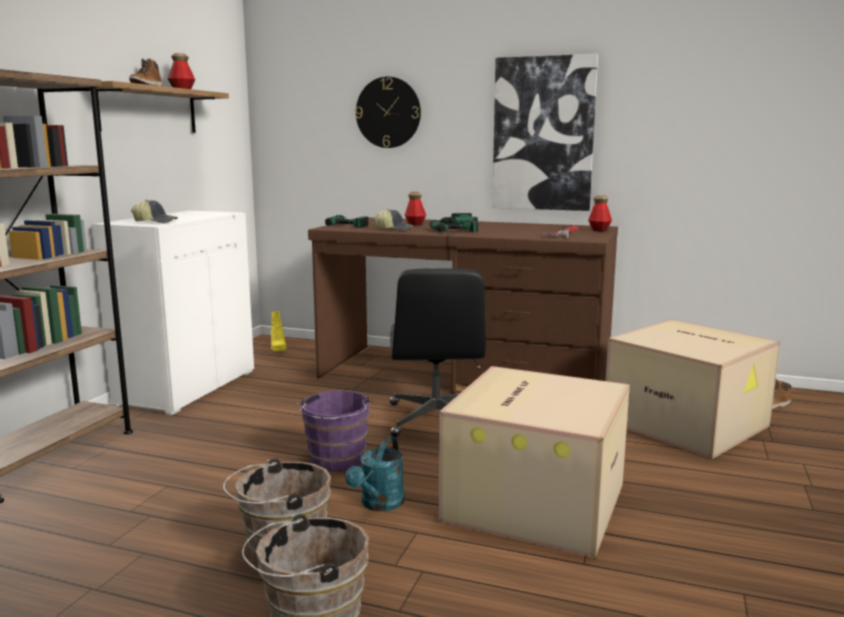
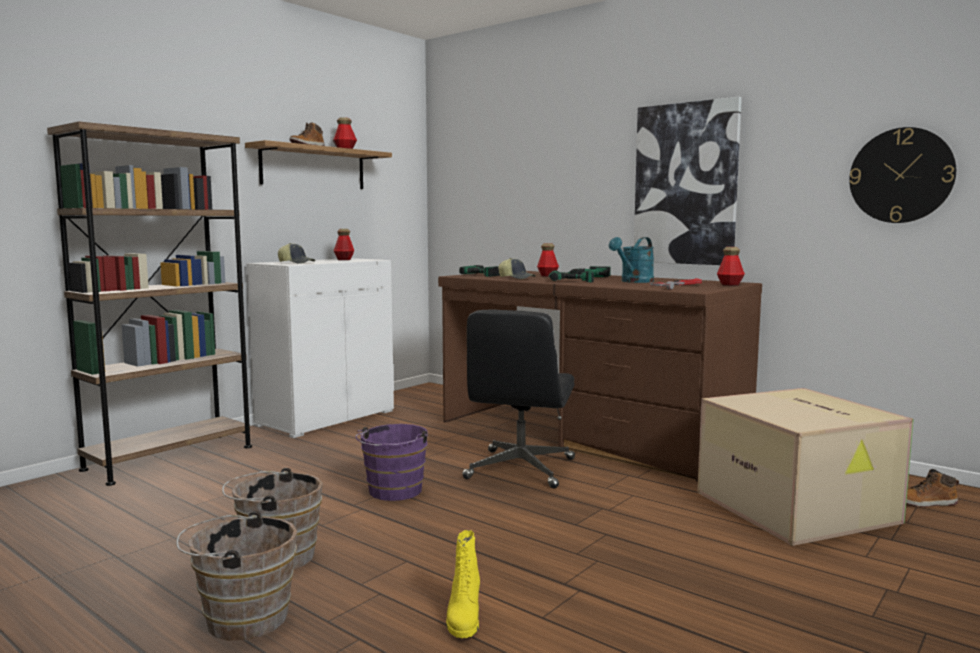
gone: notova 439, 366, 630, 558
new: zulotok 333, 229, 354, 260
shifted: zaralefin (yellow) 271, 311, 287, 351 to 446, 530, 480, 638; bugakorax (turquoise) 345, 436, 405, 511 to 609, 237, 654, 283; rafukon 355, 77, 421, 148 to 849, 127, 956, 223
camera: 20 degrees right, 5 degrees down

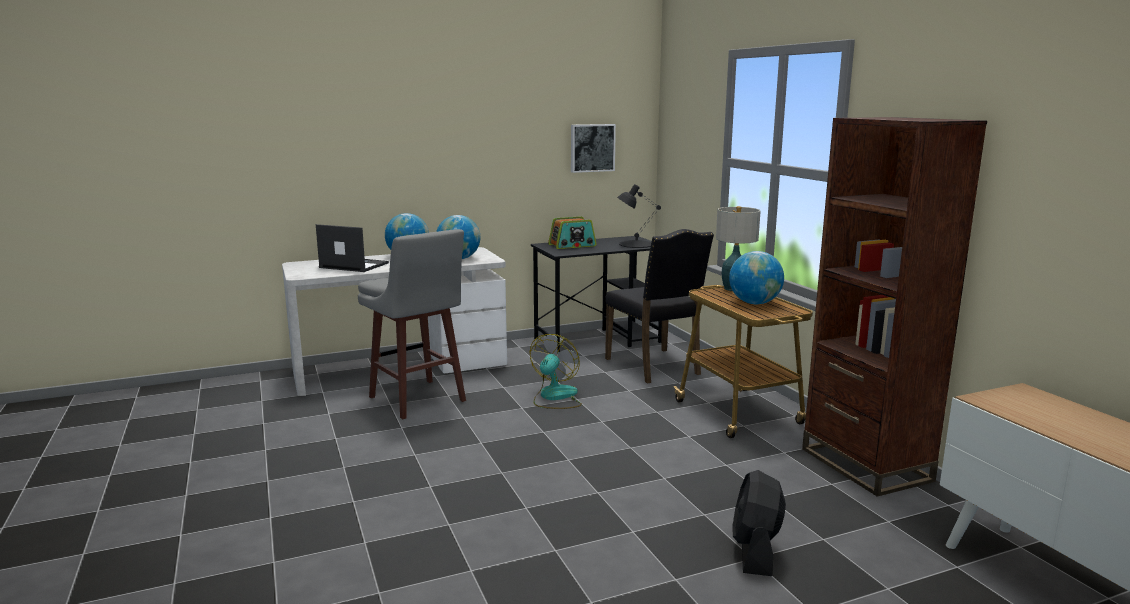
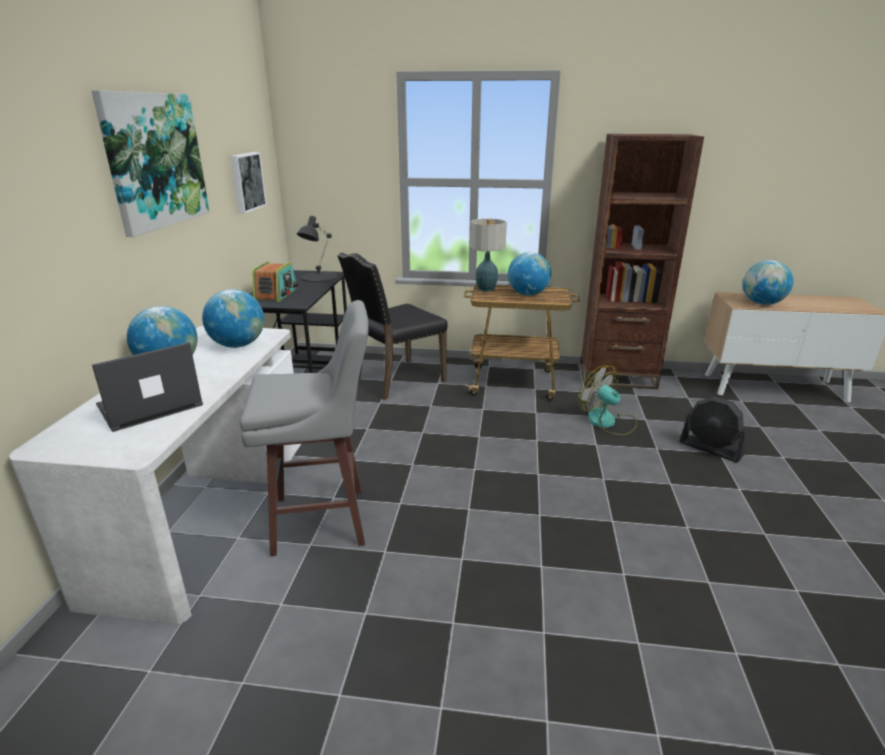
new: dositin 92, 90, 210, 237; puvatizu 743, 260, 793, 305
shifted: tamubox 529, 334, 582, 409 to 578, 365, 637, 435
rotated: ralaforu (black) 605, 229, 714, 384 = 337, 253, 448, 400 135 degrees clockwise
camera: 60 degrees left, 10 degrees up

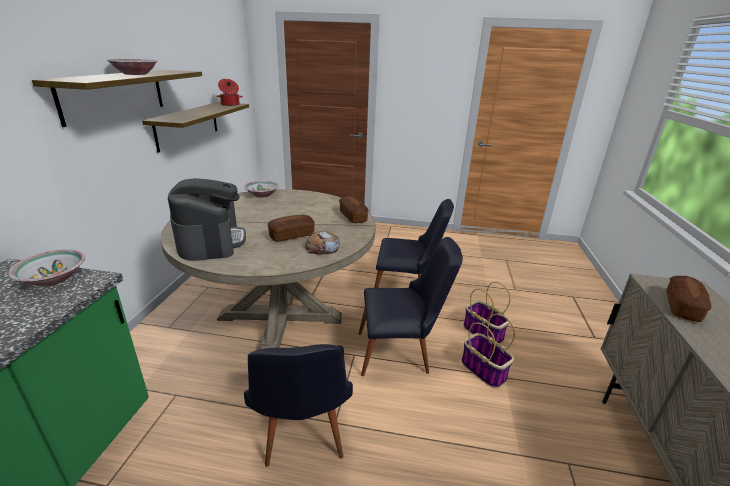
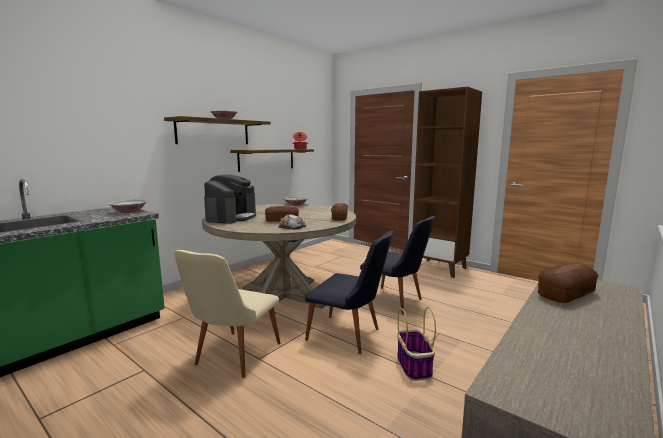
gone: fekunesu 463, 282, 511, 344
new: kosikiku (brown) 412, 87, 482, 278
repainted: ralaforu (black) 244, 344, 353, 467 to ralaforu (beige) 174, 250, 281, 378
camera: 30 degrees right, 15 degrees down

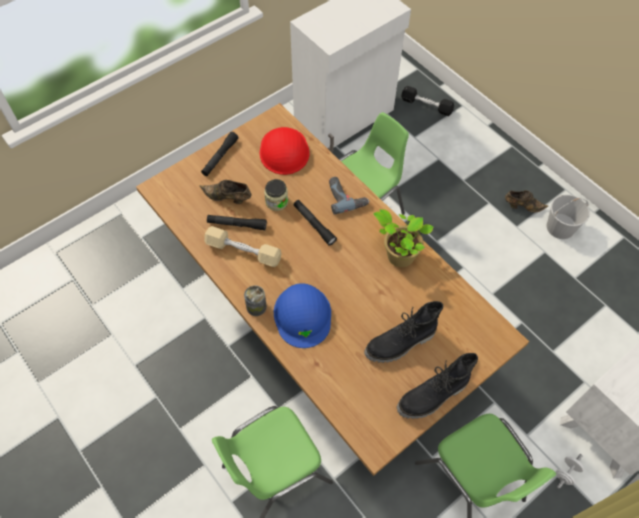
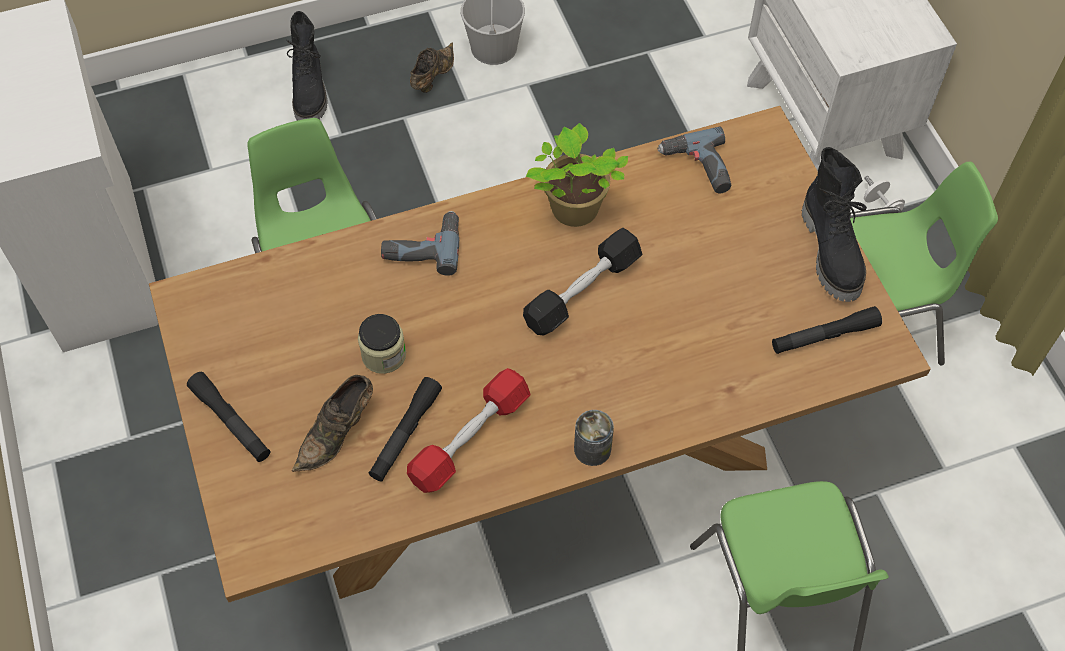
gone: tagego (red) 260, 127, 310, 175; tagego (blue) 274, 283, 331, 348
new: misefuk 658, 127, 731, 193
shifted: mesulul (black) 293, 200, 337, 246 to 772, 306, 882, 354; zaralefin (black) 364, 301, 443, 363 to 286, 11, 328, 121; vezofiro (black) 401, 86, 454, 116 to 523, 228, 642, 335
repainted: vezofiro (beige) 204, 226, 282, 267 to vezofiro (red) 407, 368, 530, 493
camera: 70 degrees left, 0 degrees up

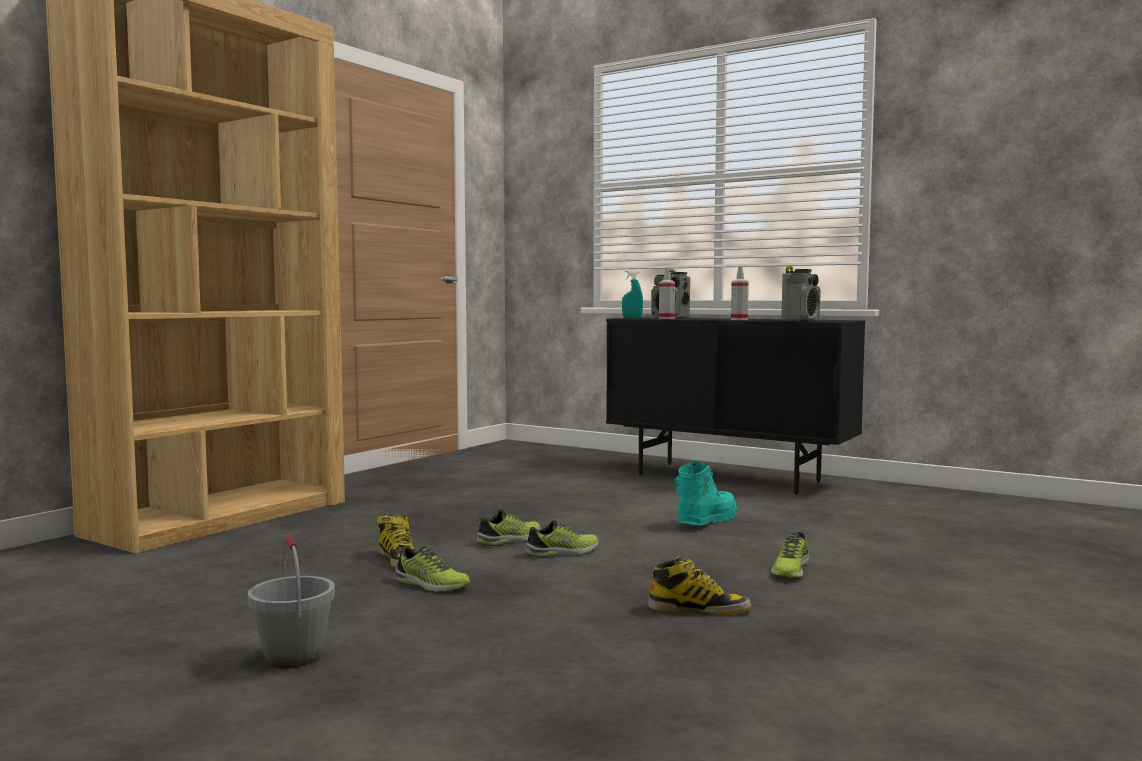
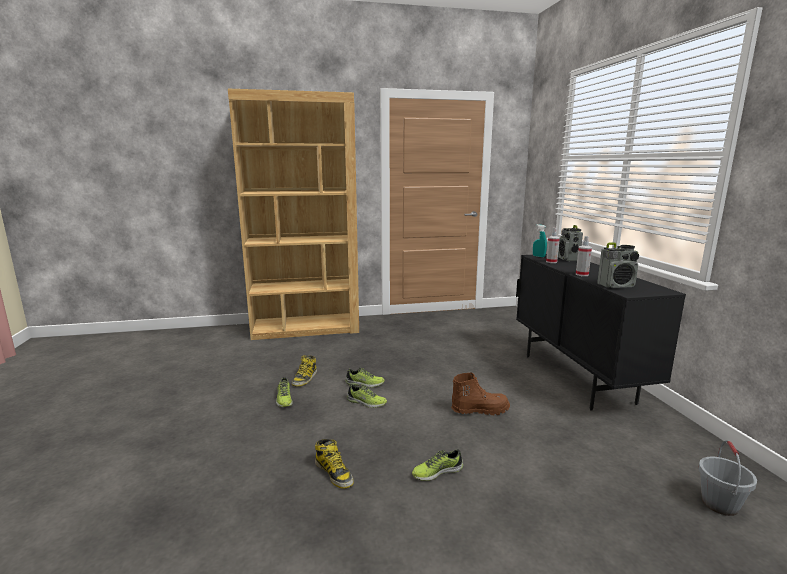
shifted: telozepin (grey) 248, 535, 335, 668 to 698, 440, 757, 516
repainted: zaralefin (turquoise) 674, 461, 737, 525 to zaralefin (brown) 451, 372, 510, 415
camera: 45 degrees right, 10 degrees up

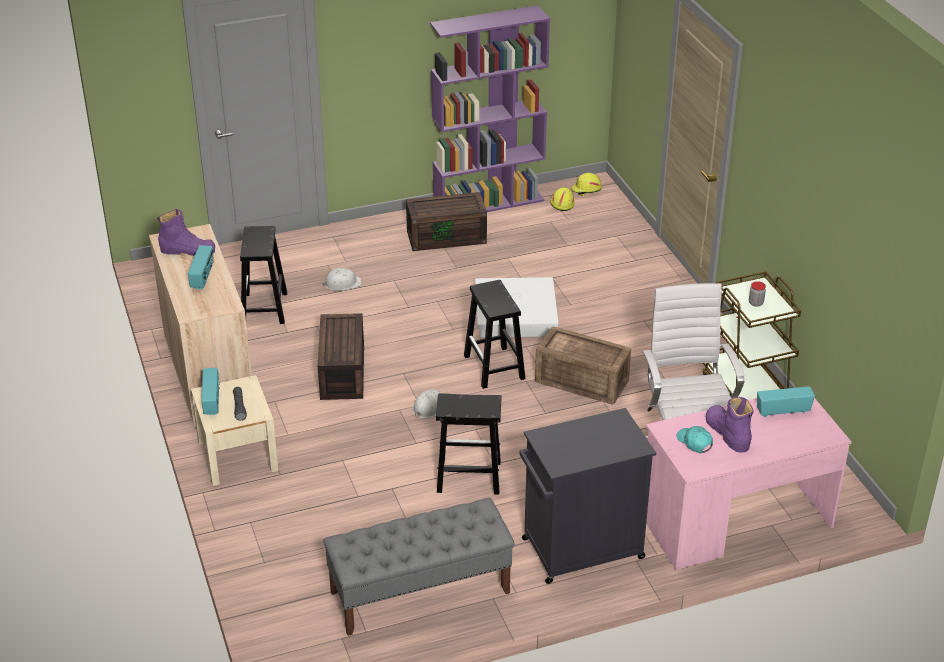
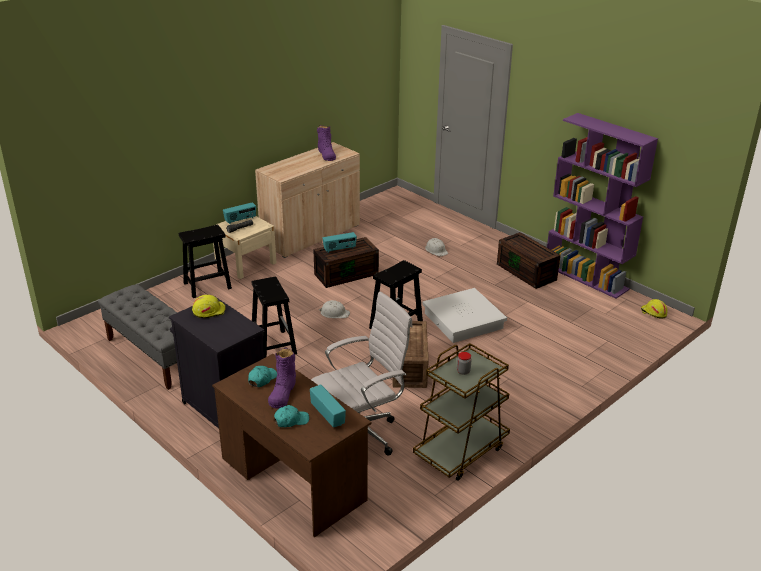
new: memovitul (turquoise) 274, 405, 309, 427
shifted: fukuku 188, 245, 214, 290 to 323, 232, 357, 253; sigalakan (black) 240, 226, 287, 324 to 179, 224, 232, 298; tagego (yellow) 550, 187, 575, 211 to 192, 295, 226, 318
repainted: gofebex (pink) 646, 398, 851, 570 to gofebex (brown) 212, 354, 372, 537
rotated: zaralefin (purple) 705, 397, 754, 453 = 268, 348, 296, 409 150 degrees clockwise
camera: 65 degrees right, 5 degrees down

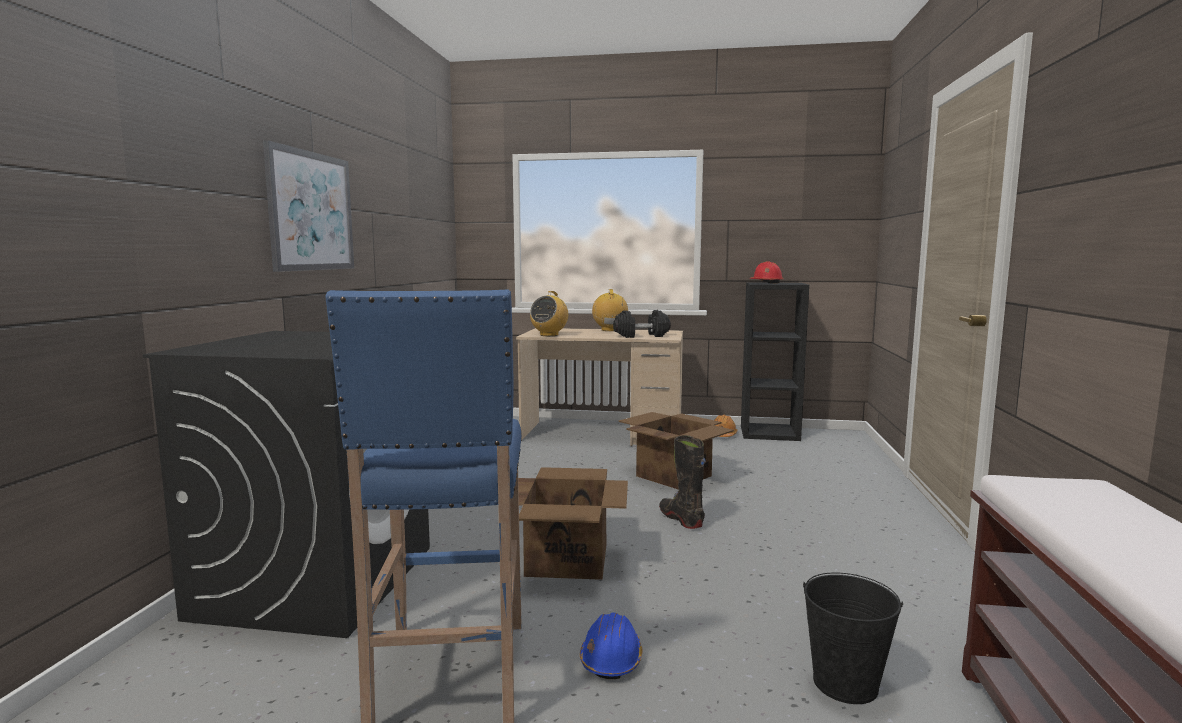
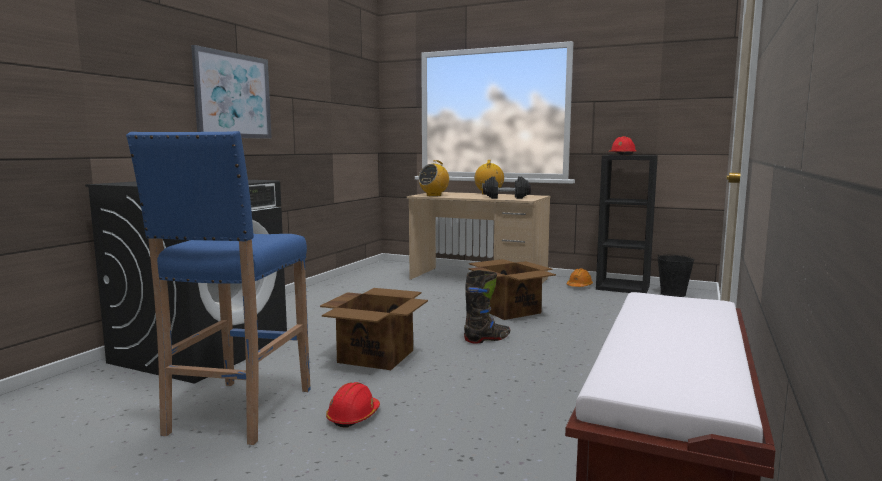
shifted: telozepin (black) 803, 573, 903, 704 to 657, 255, 694, 297
repainted: tagego (blue) 580, 612, 643, 679 to tagego (red) 326, 382, 380, 428
rotated: zaralefin (black) 659, 435, 706, 529 = 464, 270, 510, 344 75 degrees clockwise
camera: 15 degrees right, 0 degrees up

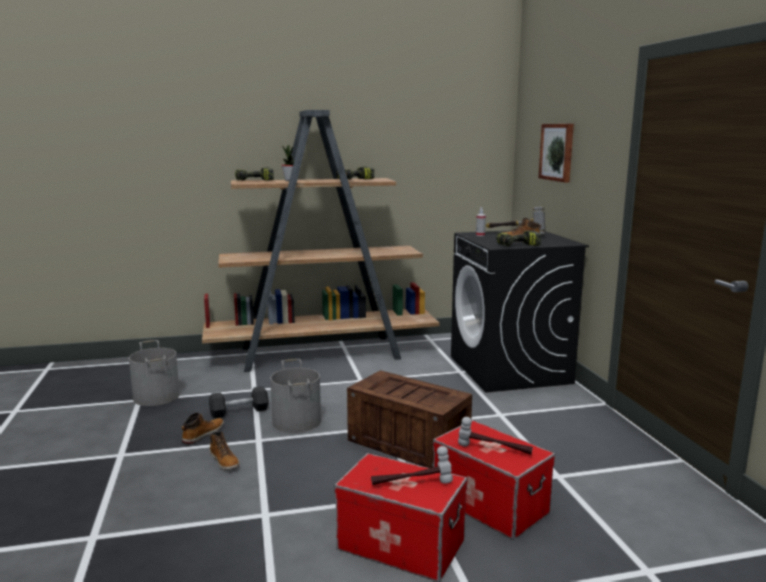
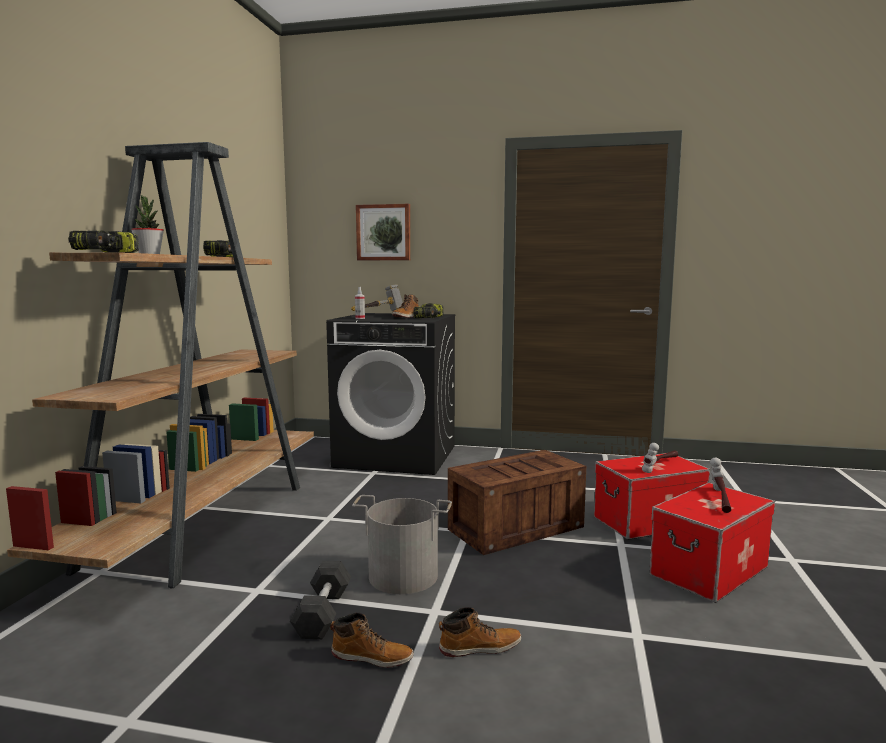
gone: telozepin (grey) 129, 340, 180, 406
rotated: zaralefin 182, 413, 224, 444 = 330, 613, 414, 668 135 degrees clockwise
camera: 65 degrees left, 5 degrees down

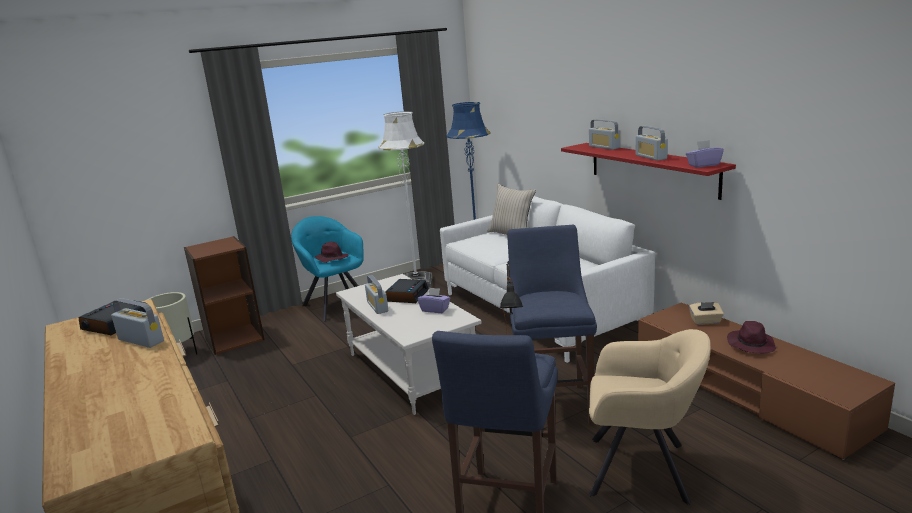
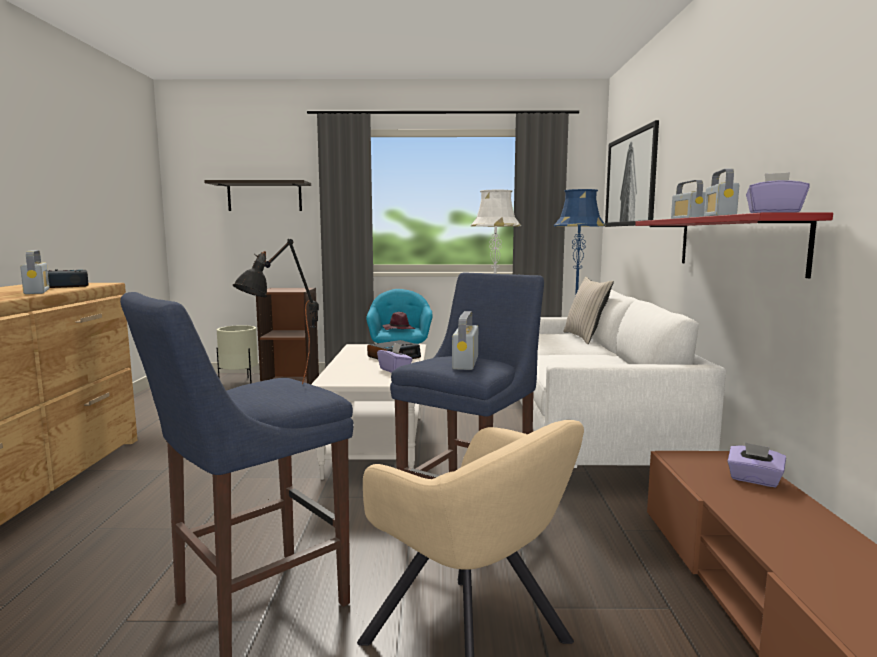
gone: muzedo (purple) 727, 321, 776, 354
new: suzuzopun 204, 180, 311, 211; dositin 605, 120, 659, 227
shifted: fukuku 365, 275, 388, 314 to 452, 311, 478, 370
repainted: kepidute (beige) 689, 302, 724, 325 to kepidute (purple) 727, 442, 786, 488
camera: 30 degrees right, 10 degrees down

